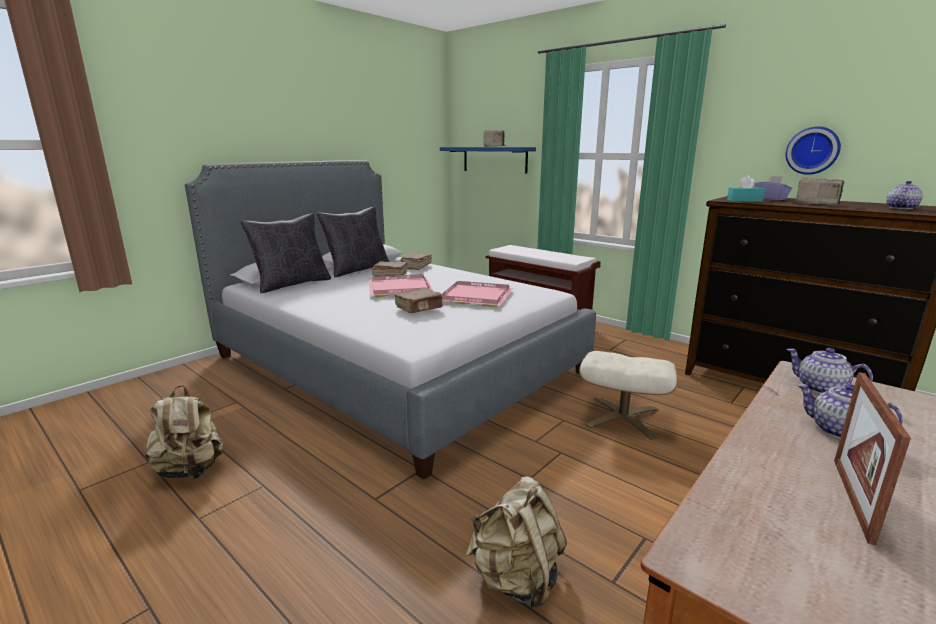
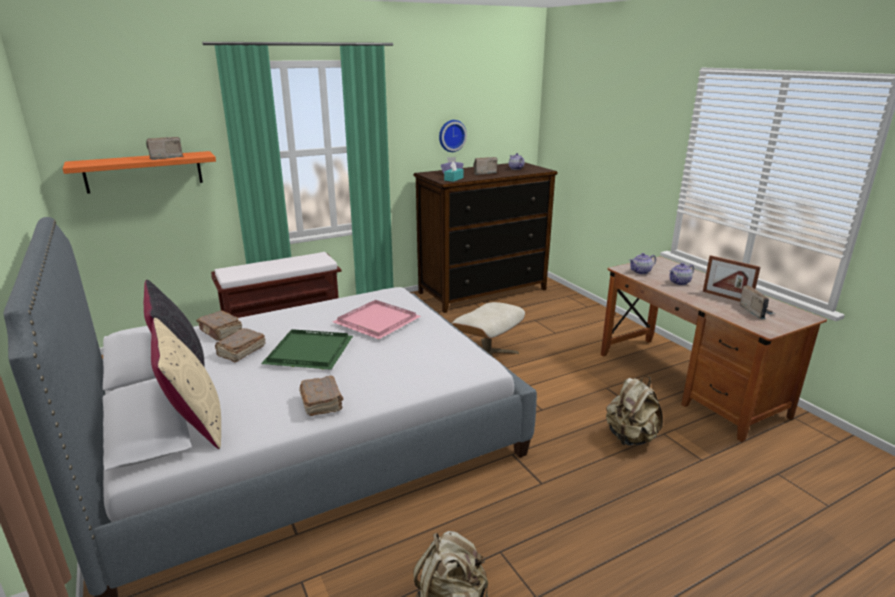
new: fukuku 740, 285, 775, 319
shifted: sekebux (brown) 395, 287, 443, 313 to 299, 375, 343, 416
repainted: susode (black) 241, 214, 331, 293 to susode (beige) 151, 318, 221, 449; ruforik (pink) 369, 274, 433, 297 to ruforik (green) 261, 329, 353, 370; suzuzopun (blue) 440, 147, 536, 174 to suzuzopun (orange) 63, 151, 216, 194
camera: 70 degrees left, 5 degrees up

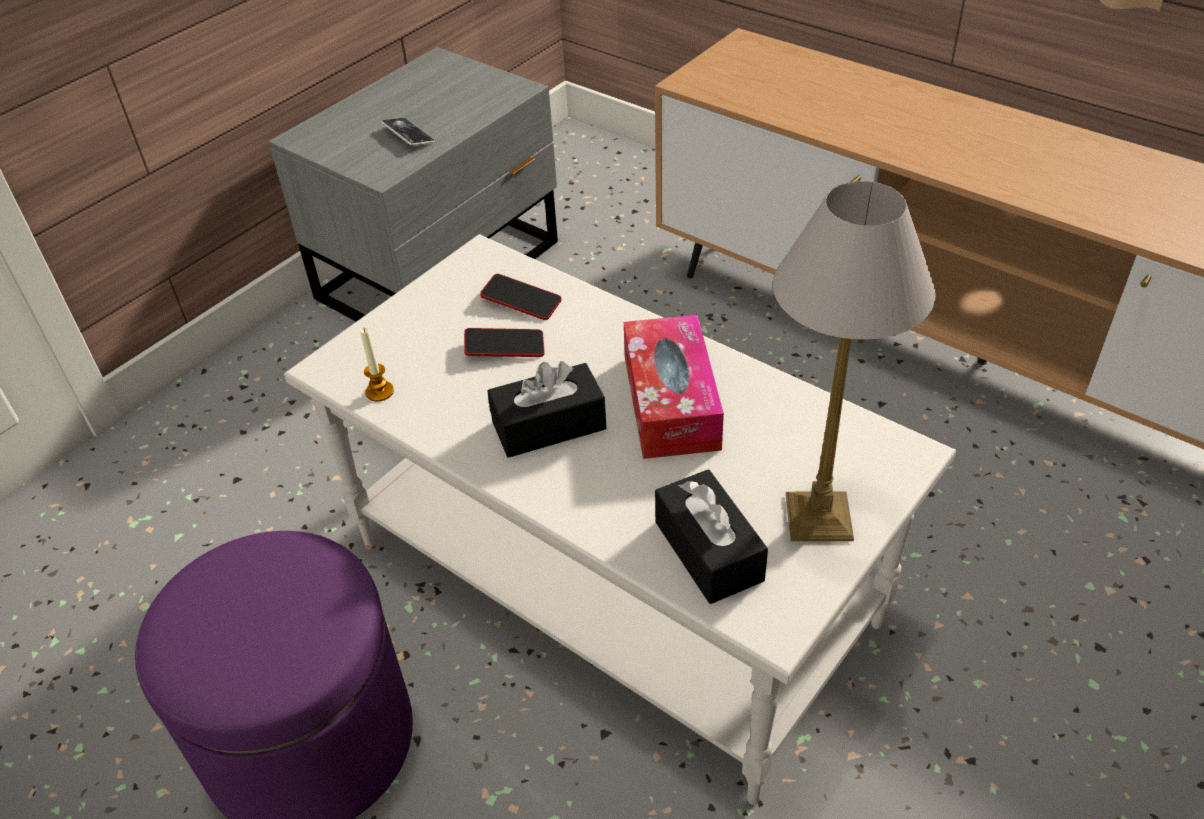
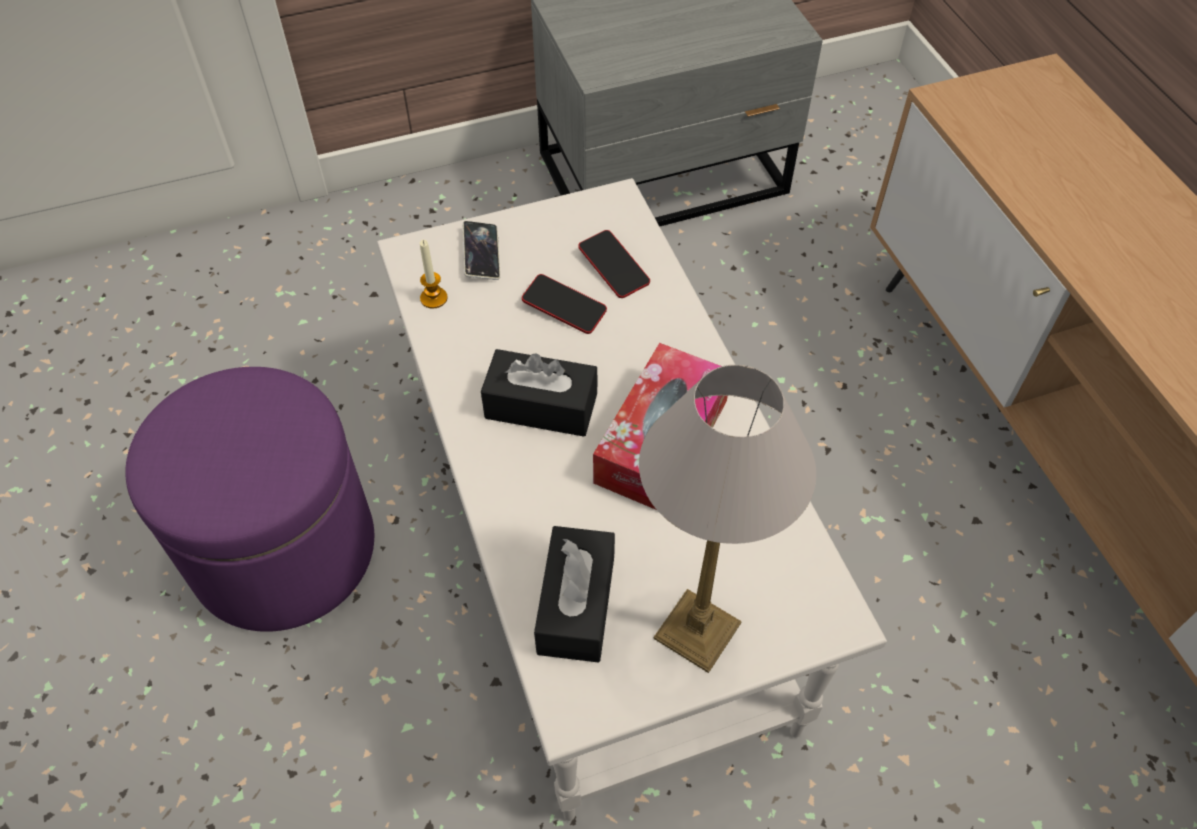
shifted: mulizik 381, 118, 435, 146 to 462, 221, 500, 280
camera: 30 degrees right, 10 degrees up

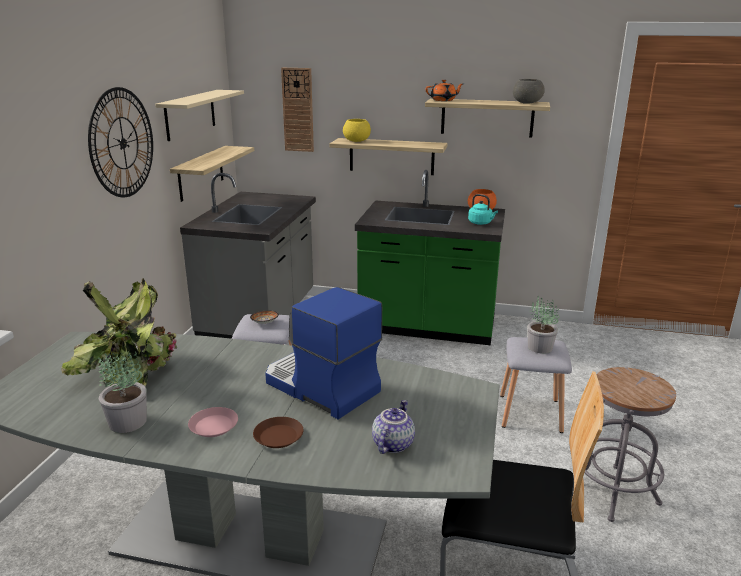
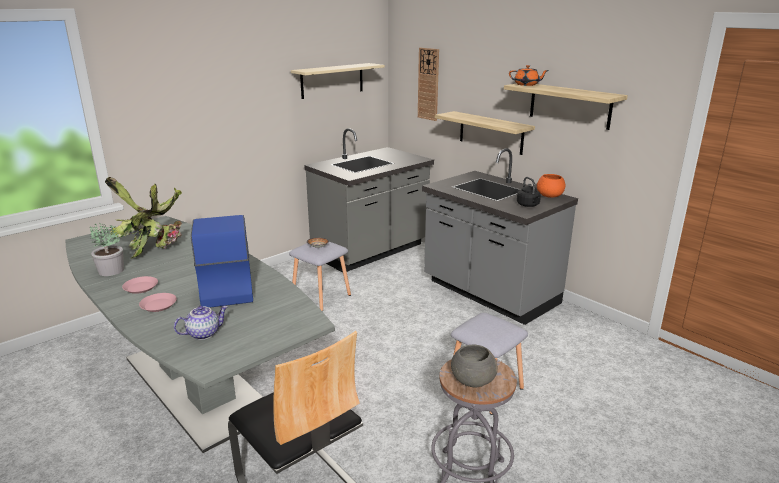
gone: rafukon 88, 87, 153, 197; suzuzopun 170, 146, 254, 202; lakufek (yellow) 343, 119, 371, 142; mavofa 527, 296, 559, 354
shifted: lakufek (grey) 513, 79, 545, 104 to 451, 345, 498, 387
repainted: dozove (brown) 253, 417, 303, 448 to dozove (pink) 139, 293, 177, 312; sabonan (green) 355, 170, 505, 345 to sabonan (grey) 422, 148, 578, 325; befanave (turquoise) 468, 194, 498, 225 to befanave (black) 517, 177, 541, 207
camera: 35 degrees right, 0 degrees up

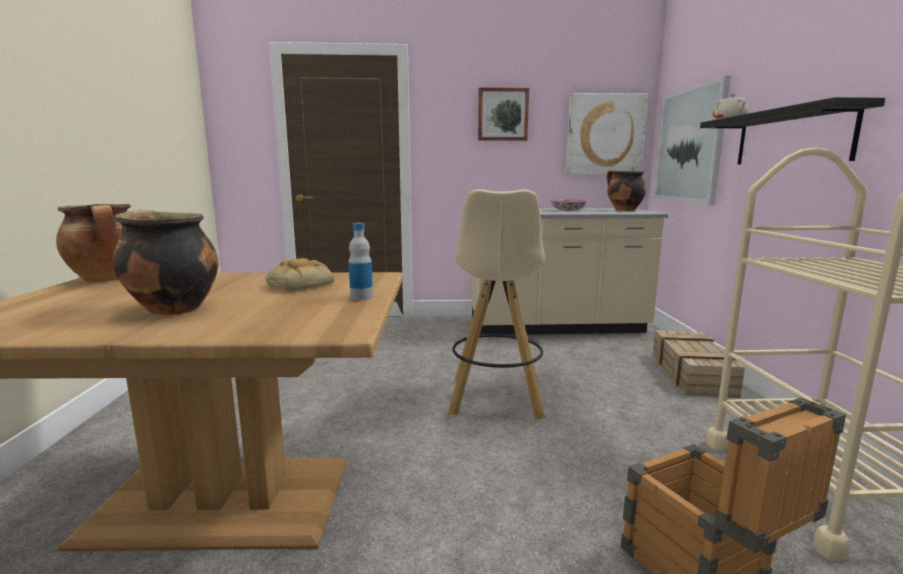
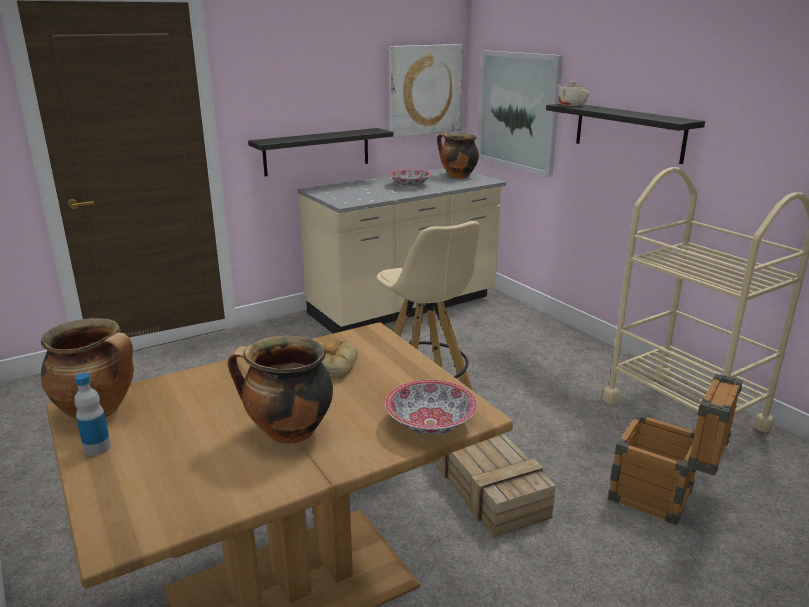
gone: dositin 478, 87, 529, 141
new: suzuzopun (black) 248, 128, 393, 177; lakufek 385, 380, 477, 435
shifted: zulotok 349, 223, 373, 300 to 74, 373, 111, 456; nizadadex 653, 330, 745, 397 to 434, 433, 556, 537
camera: 30 degrees left, 10 degrees up

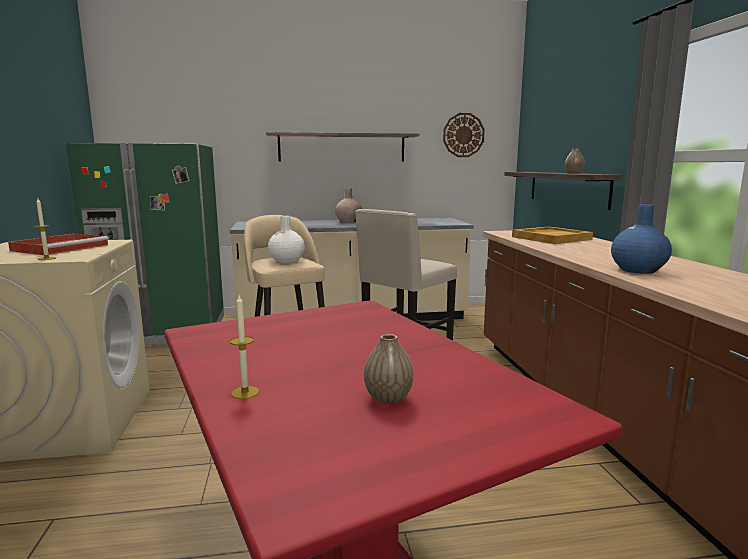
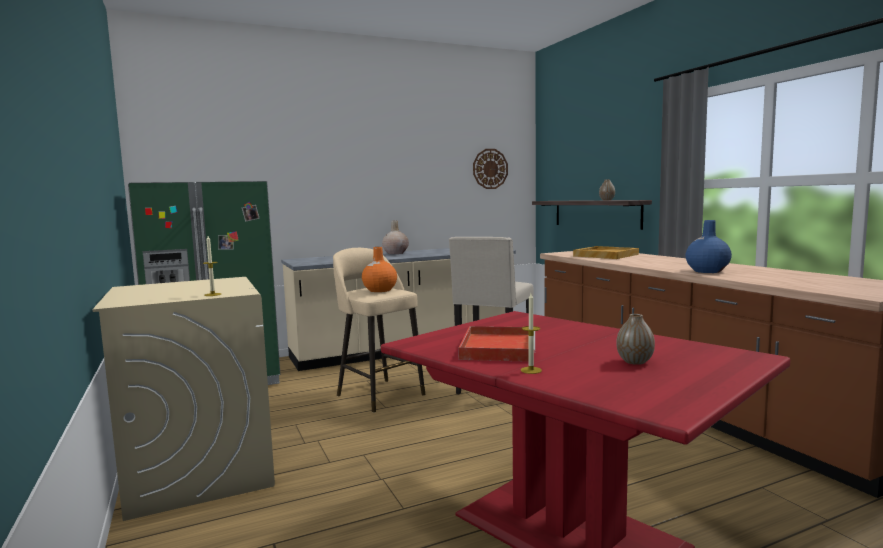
gone: suzuzopun 266, 132, 419, 162
shifted: ruforik (red) 8, 233, 109, 255 to 458, 326, 535, 362
repainted: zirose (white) 268, 215, 305, 263 to zirose (orange) 362, 247, 397, 292
camera: 15 degrees left, 5 degrees down

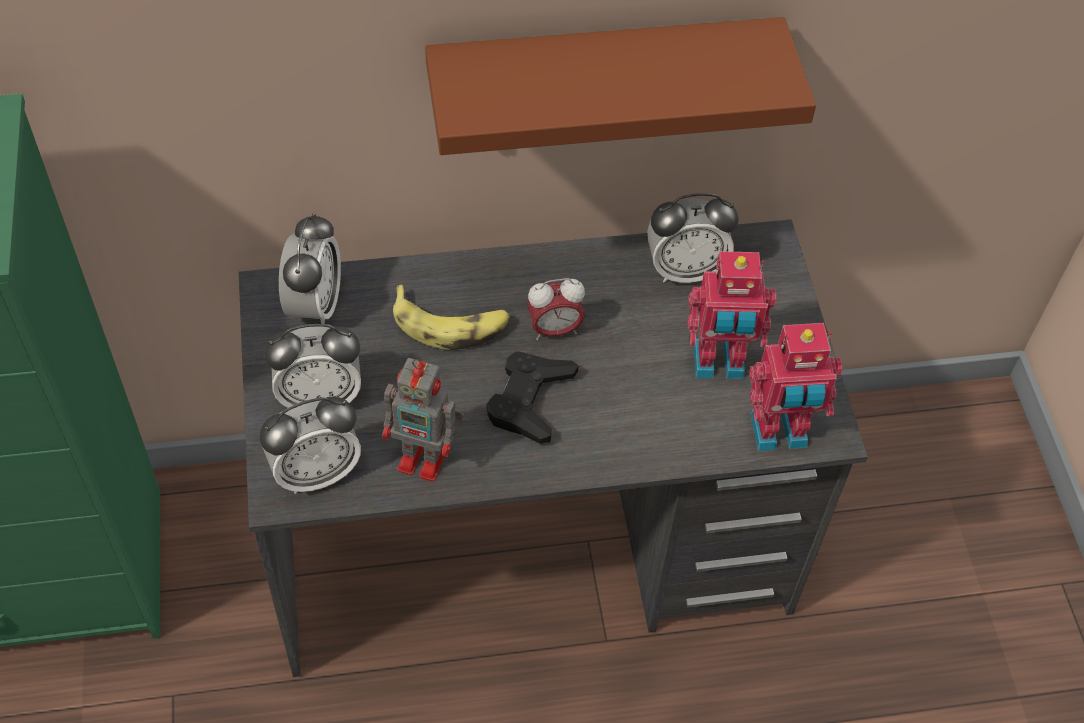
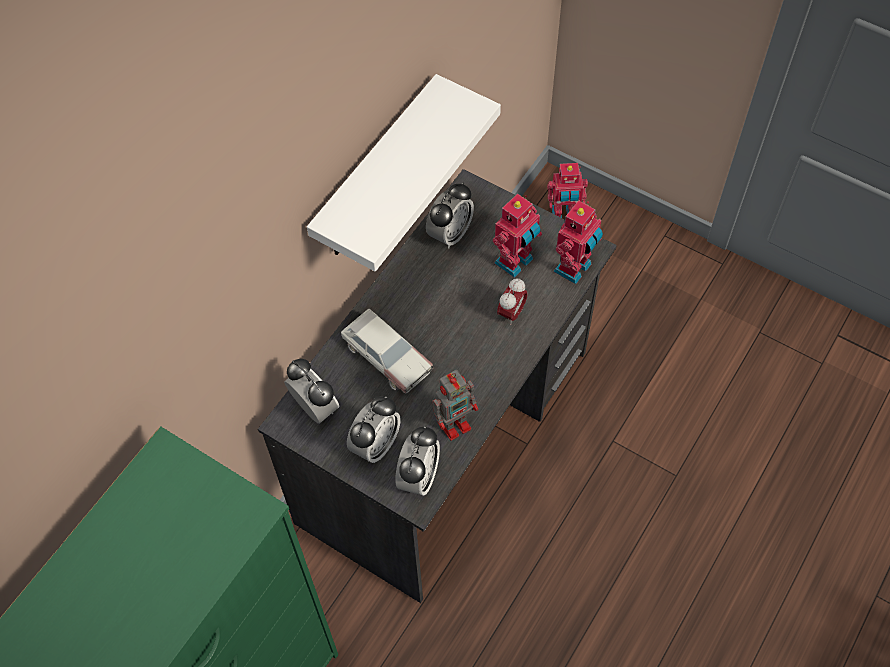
gone: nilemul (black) 487, 351, 579, 444
new: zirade 547, 163, 588, 218
shifted: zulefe 527, 278, 585, 340 to 497, 278, 528, 325
swapped: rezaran 393, 284, 510, 350 to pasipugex 341, 309, 434, 393
repainted: suzuzopun (brown) 425, 17, 816, 155 to suzuzopun (white) 307, 74, 501, 272
camera: 45 degrees left, 5 degrees up

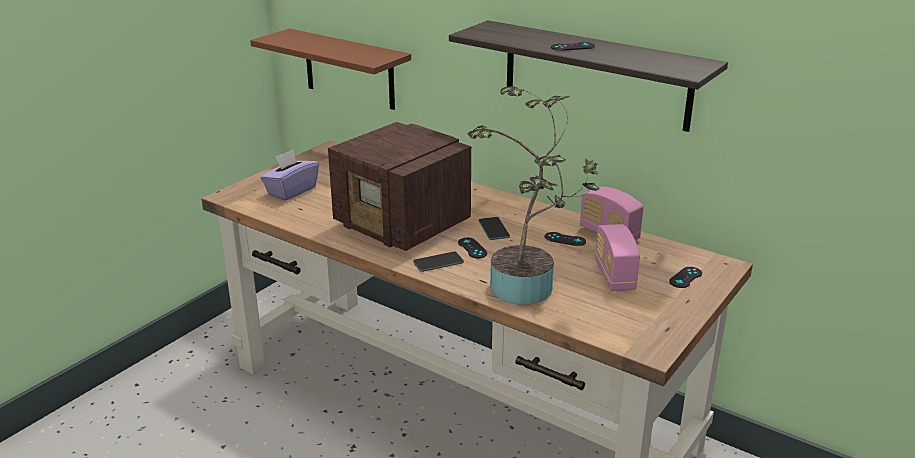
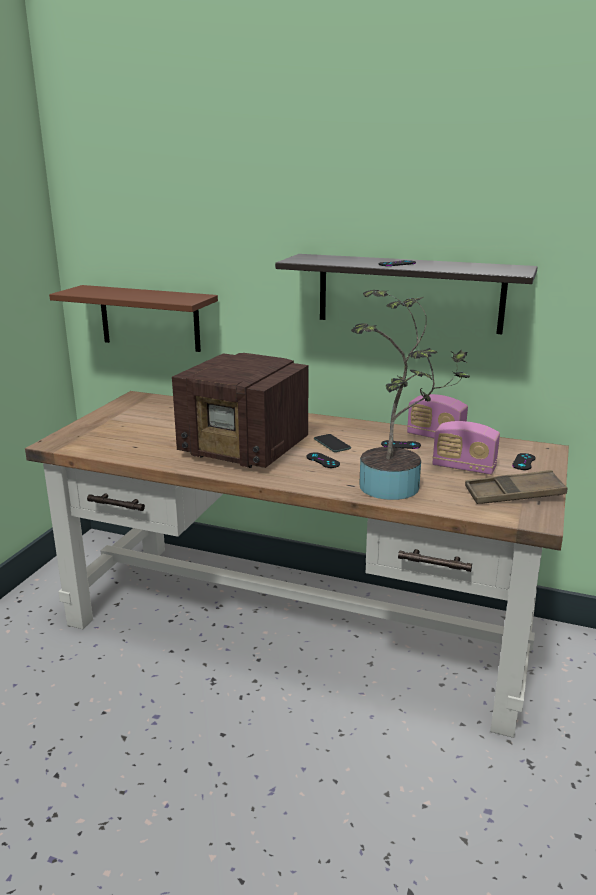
gone: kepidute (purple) 261, 150, 319, 201; mulizik 413, 252, 464, 272
new: ruforik (brown) 465, 470, 568, 504
rotated: fukuku 595, 224, 640, 291 = 433, 421, 500, 475 45 degrees counterclockwise
camera: 15 degrees left, 5 degrees down

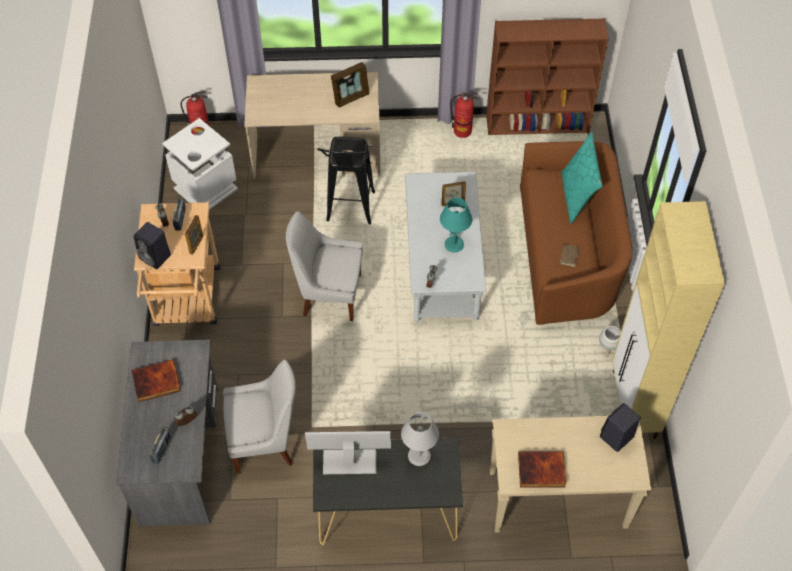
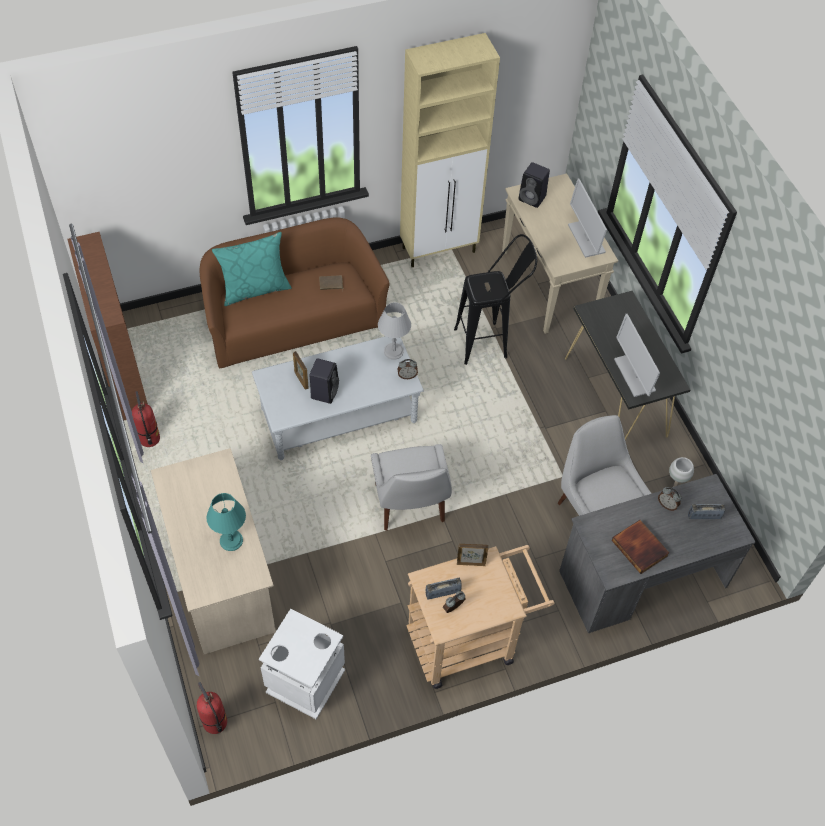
gone: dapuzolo 331, 62, 369, 107
shifted: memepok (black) 134, 222, 171, 269 to 309, 358, 339, 404; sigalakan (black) 317, 137, 375, 224 to 454, 234, 537, 365; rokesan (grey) 401, 412, 439, 466 to 378, 302, 411, 360; rokesan (turquoise) 440, 197, 473, 253 to 206, 493, 246, 551; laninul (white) 599, 326, 621, 357 to 669, 457, 694, 487
swapped: sekebux 518, 451, 566, 488 to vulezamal 568, 178, 607, 258
camera: 110 degrees left, 0 degrees up

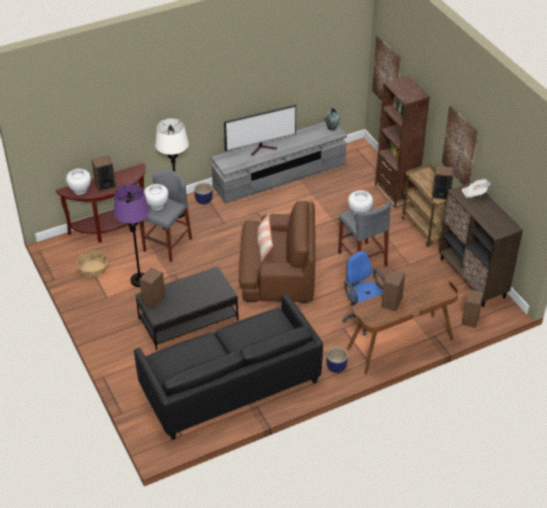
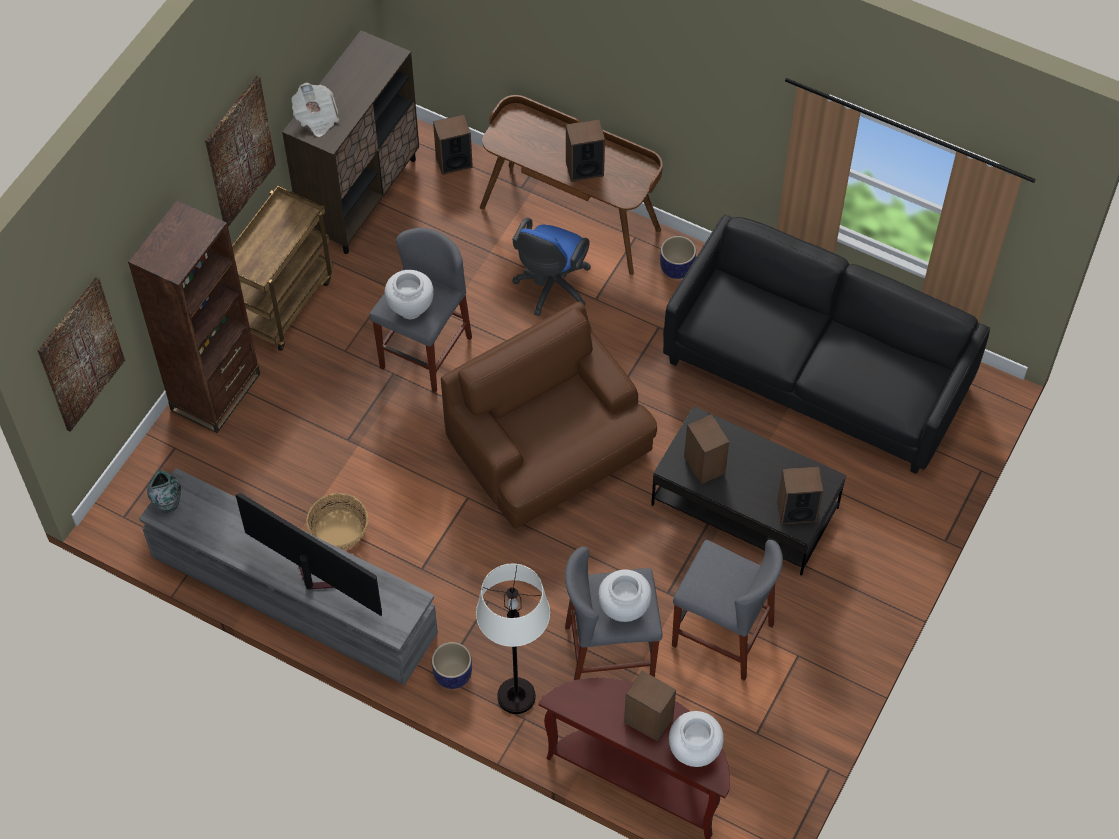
gone: susode 257, 214, 273, 262
shifted: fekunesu 77, 250, 108, 277 to 306, 493, 368, 550; memepok 432, 166, 454, 200 to 684, 414, 729, 484
swapped: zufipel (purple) 114, 184, 149, 287 to sigalakan (grey) 672, 540, 783, 681
camera: 125 degrees left, 15 degrees up

